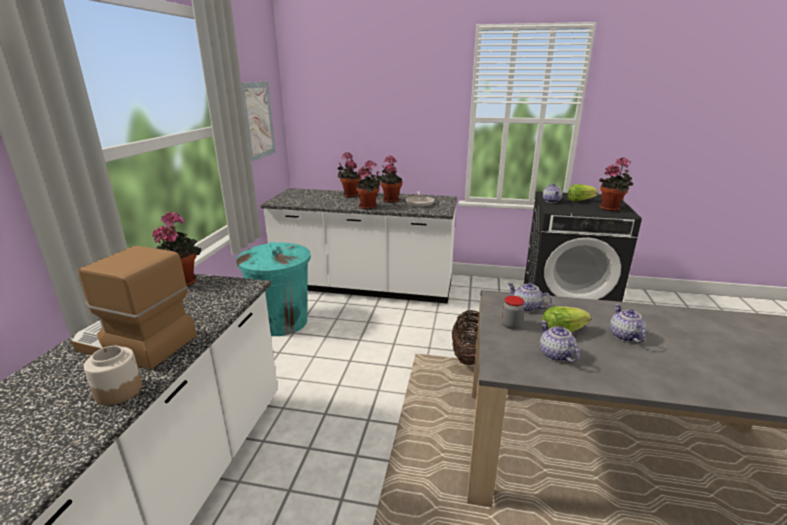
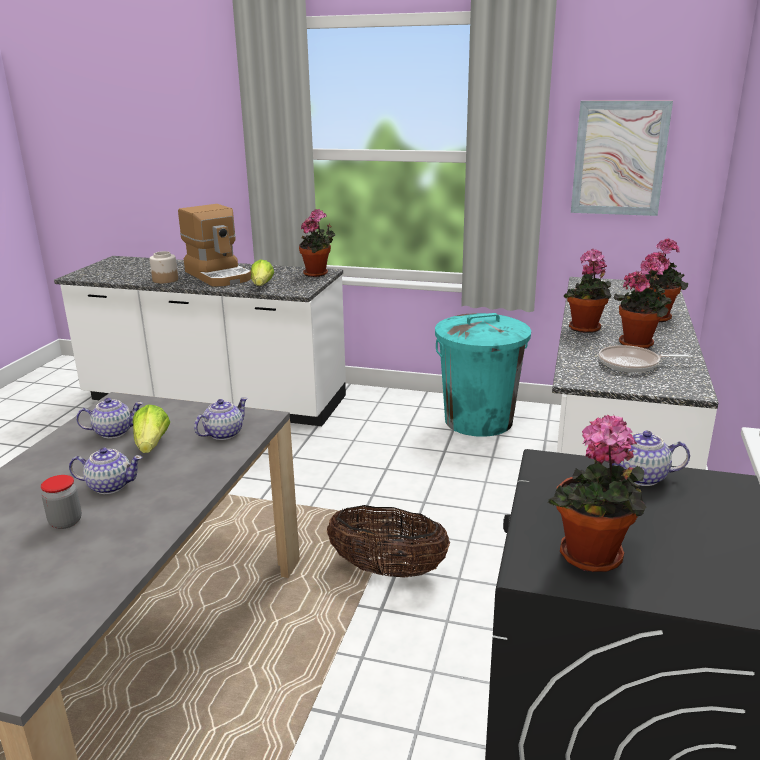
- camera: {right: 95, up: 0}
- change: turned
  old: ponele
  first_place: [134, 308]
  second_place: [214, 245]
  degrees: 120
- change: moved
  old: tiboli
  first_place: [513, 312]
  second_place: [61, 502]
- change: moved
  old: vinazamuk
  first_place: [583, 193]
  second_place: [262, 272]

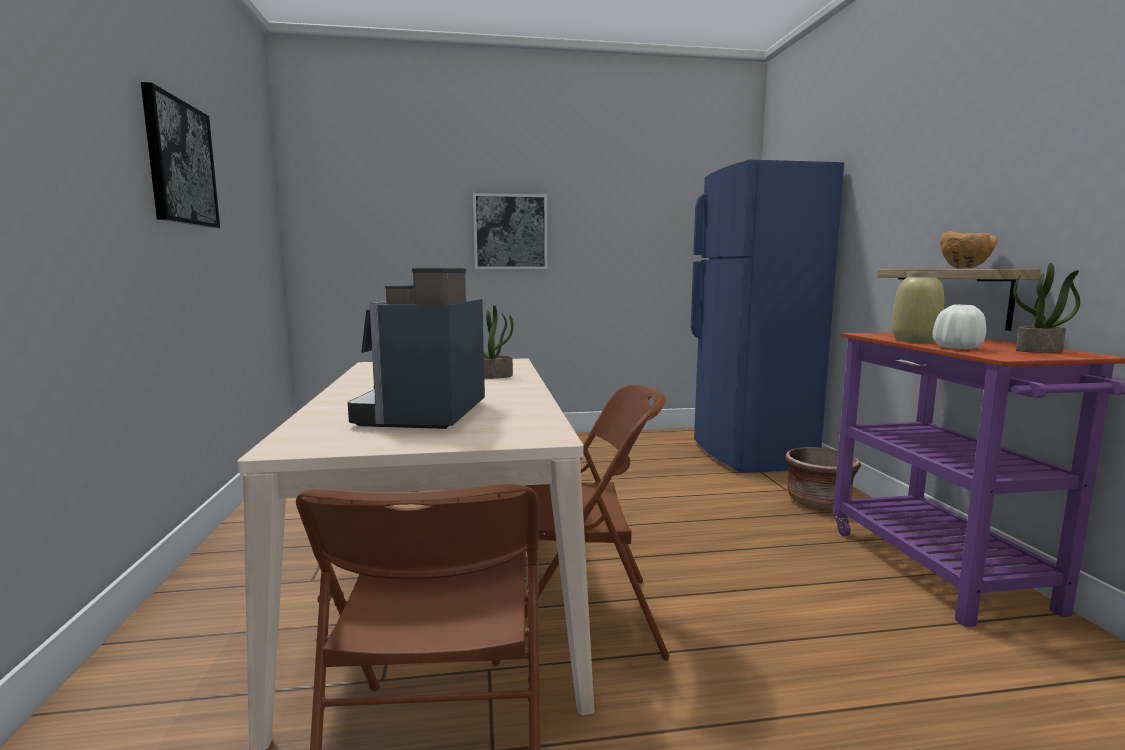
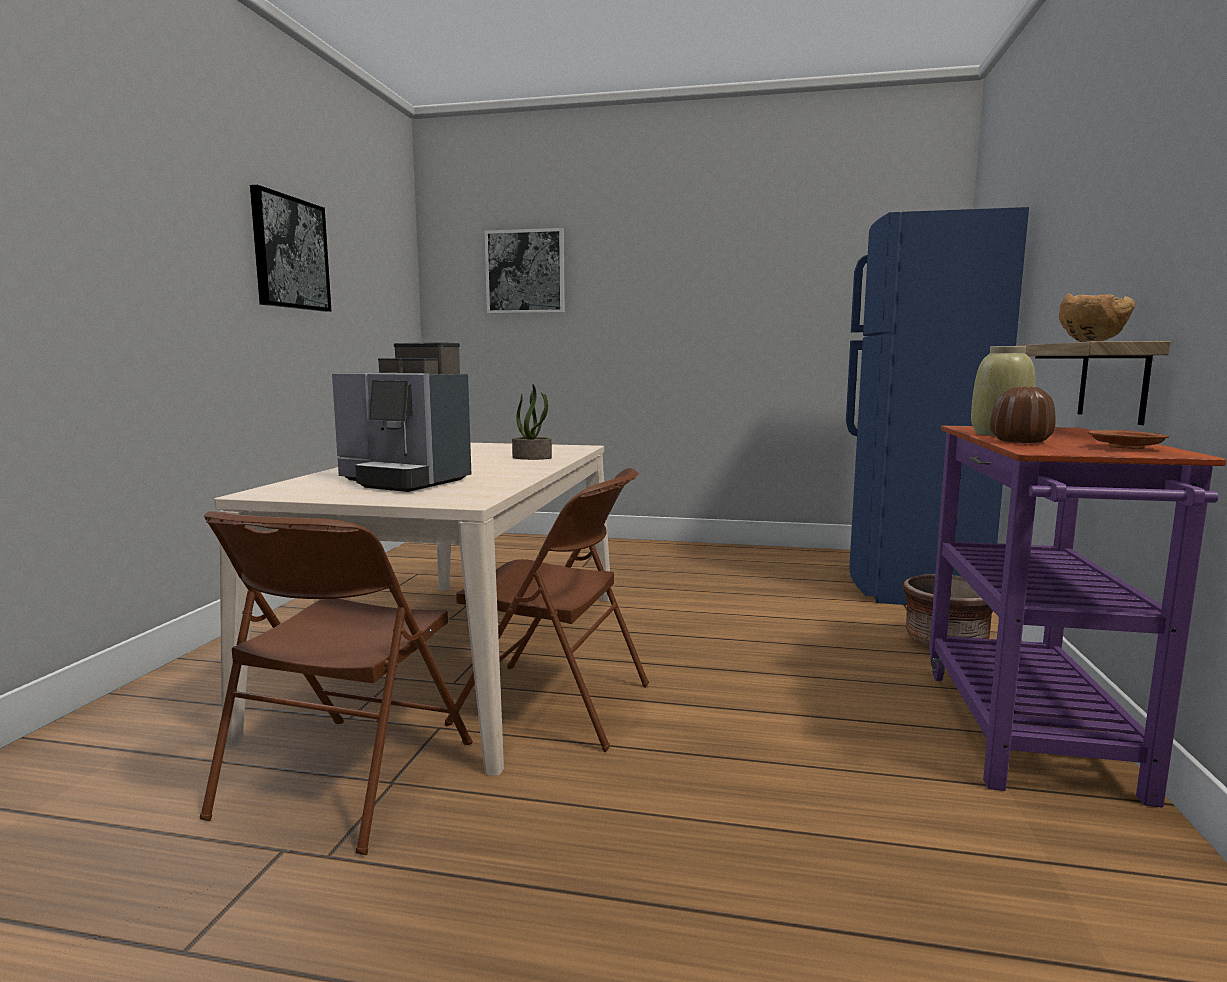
- camera: {right: 20, up: 0}
- change: turned
  old: ponele
  first_place: [416, 348]
  second_place: [401, 417]
  degrees: -90
- change: moved
  old: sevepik
  first_place: [510, 231]
  second_place: [525, 271]
- change: recoloured
  old: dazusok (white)
  new: dazusok (brown)
  first_place: [959, 327]
  second_place: [1023, 415]
- change: replaced
  old: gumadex
  new: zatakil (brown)
  first_place: [1046, 308]
  second_place: [1128, 439]

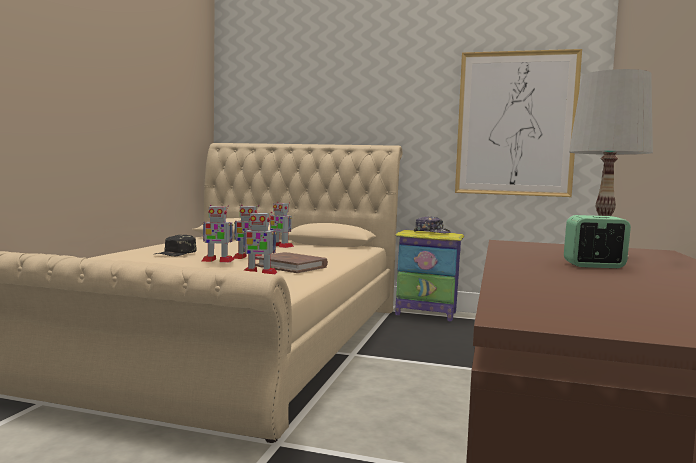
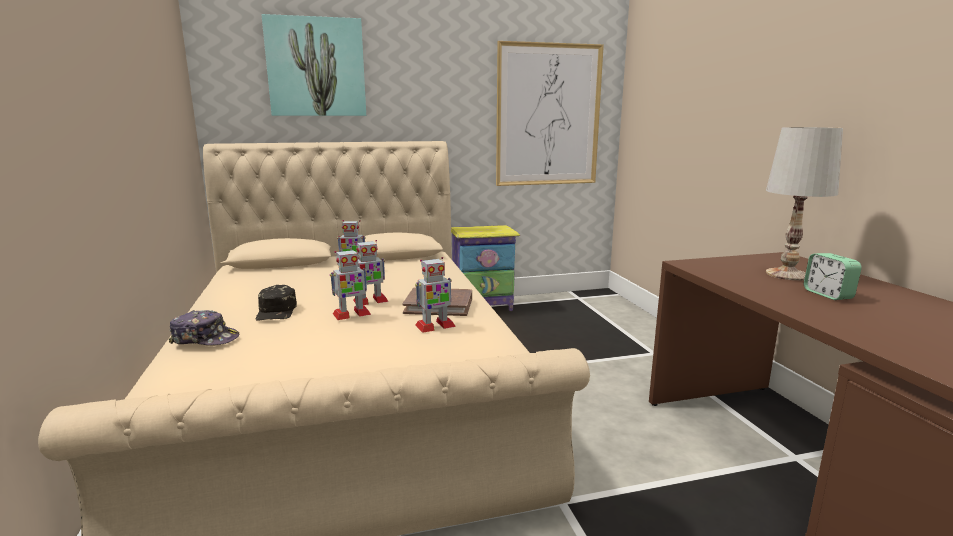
- camera: {right: -30, up: 10}
- change: moved
  old: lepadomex
  first_place: [432, 224]
  second_place: [203, 327]
- change: turned
  old: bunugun
  first_place: [597, 241]
  second_place: [833, 276]
  degrees: -75
- change: added
  new: sevepik
  second_place: [313, 65]

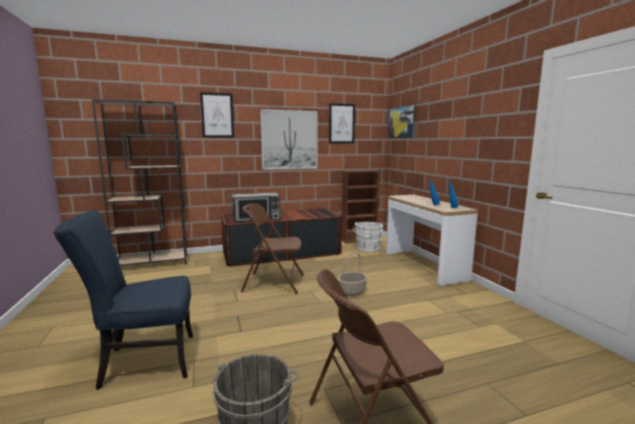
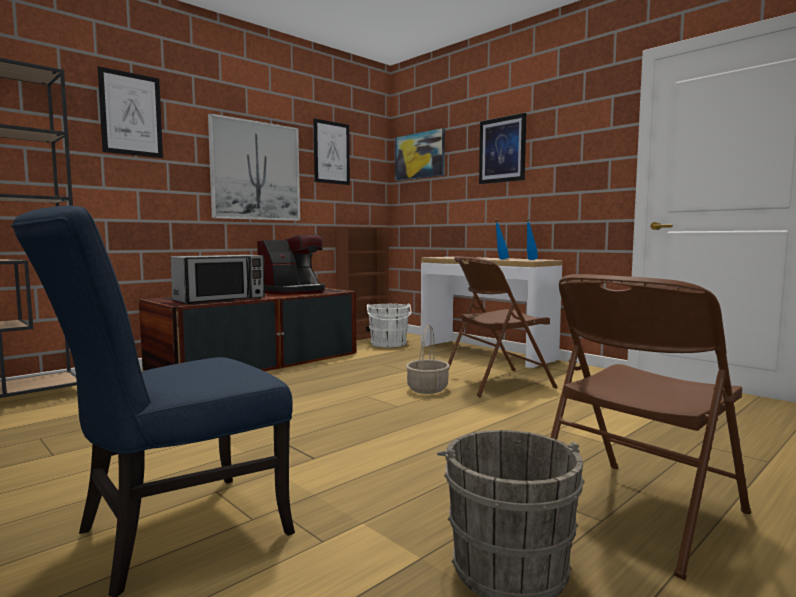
- camera: {right: -25, up: -5}
- change: moved
  old: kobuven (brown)
  first_place: [272, 249]
  second_place: [502, 326]
- change: added
  new: ponele
  second_place: [291, 265]
- change: added
  new: sevepik
  second_place: [502, 148]

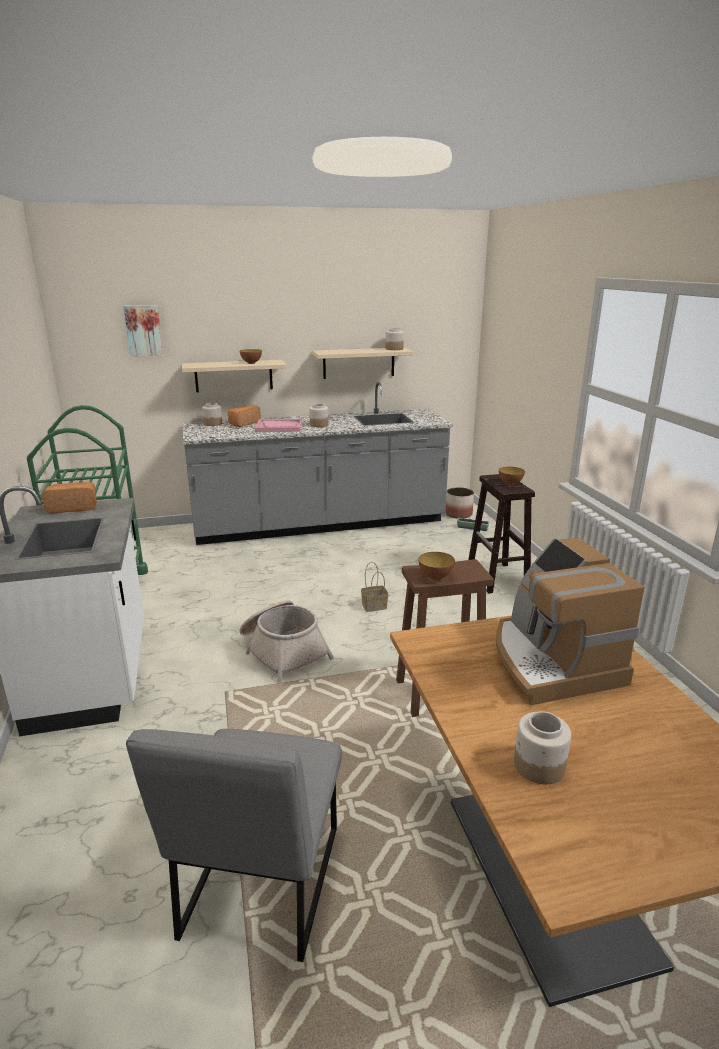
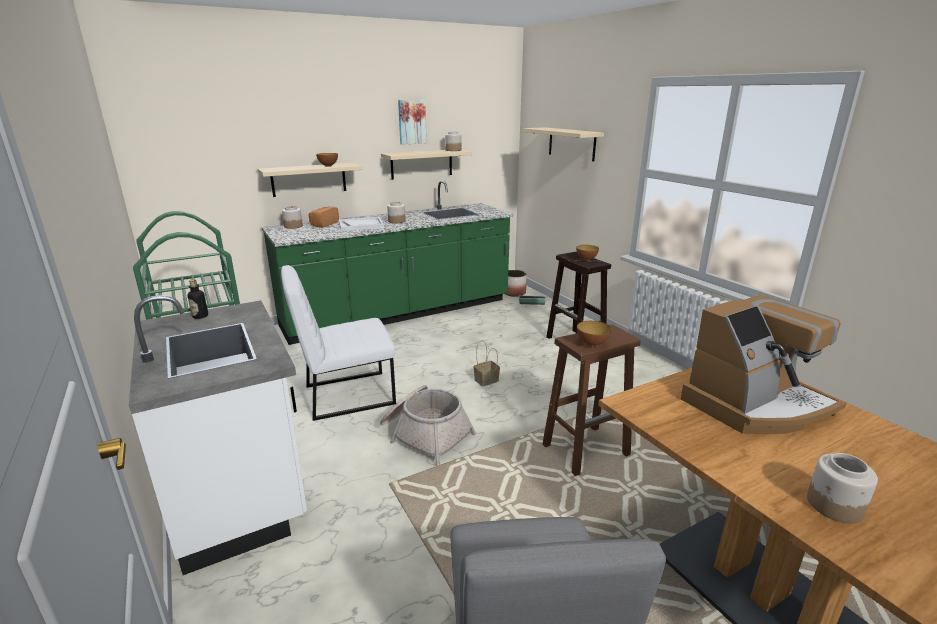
- camera: {right: -15, up: 0}
- change: replaced
  old: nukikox
  new: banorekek
  first_place: [69, 497]
  second_place: [197, 299]
- change: moved
  old: sevepik
  first_place: [143, 331]
  second_place: [412, 122]
- change: recoloured
  old: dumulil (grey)
  new: dumulil (green)
  first_place: [318, 463]
  second_place: [387, 263]
- change: recoloured
  old: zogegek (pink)
  new: zogegek (white)
  first_place: [278, 425]
  second_place: [361, 224]
- change: turned
  old: ponele
  first_place: [570, 621]
  second_place: [763, 364]
  degrees: -90
- change: added
  new: kobuven (white)
  second_place: [338, 343]
- change: added
  new: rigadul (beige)
  second_place: [563, 144]

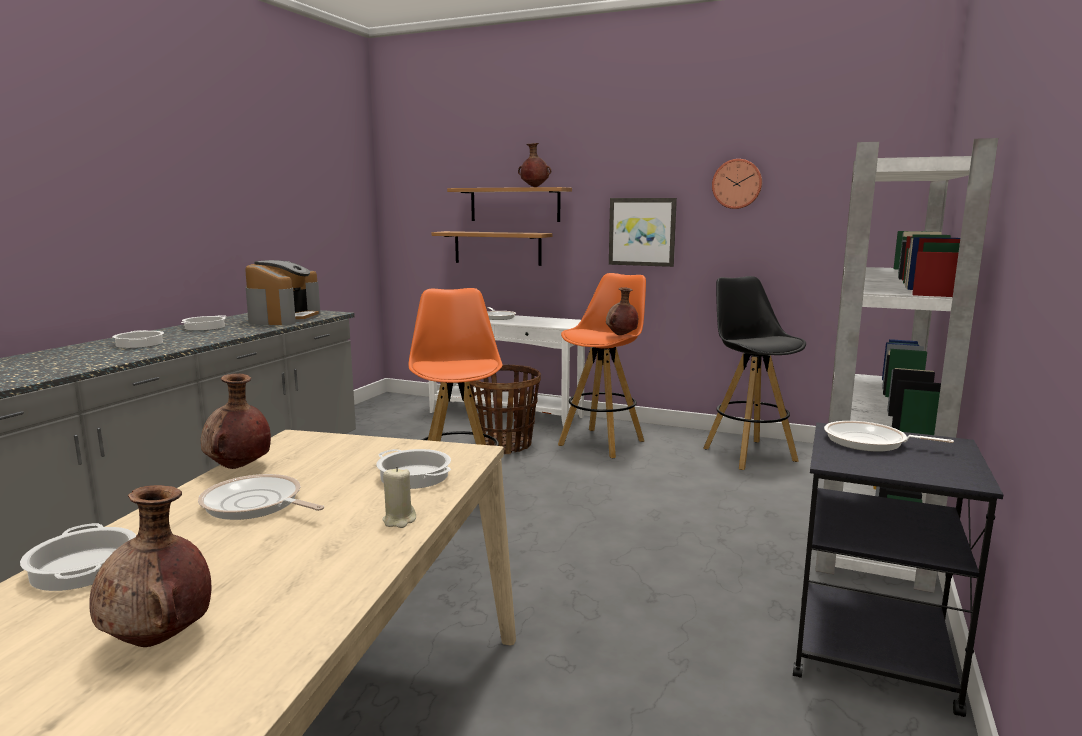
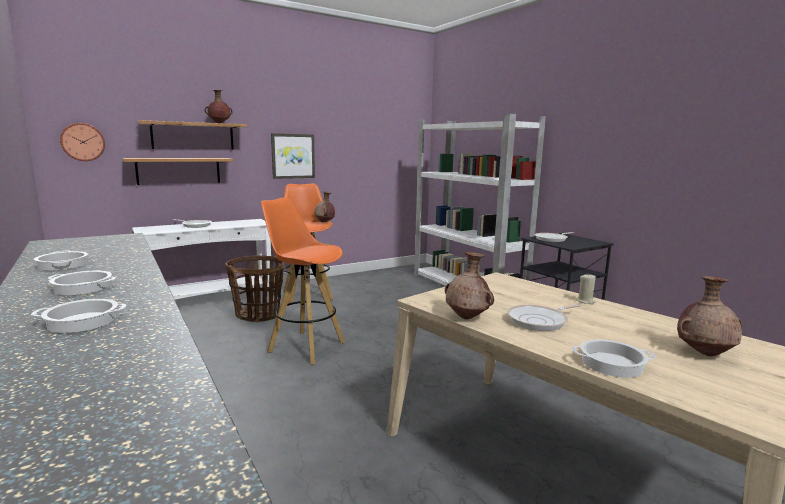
- camera: {right: -55, up: 0}
- change: removed
  old: ponele
  first_place: [283, 292]
- change: moved
  old: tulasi
  first_place: [413, 469]
  second_place: [78, 316]
- change: removed
  old: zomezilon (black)
  first_place: [754, 373]
- change: moved
  old: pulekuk
  first_place: [737, 184]
  second_place: [82, 142]

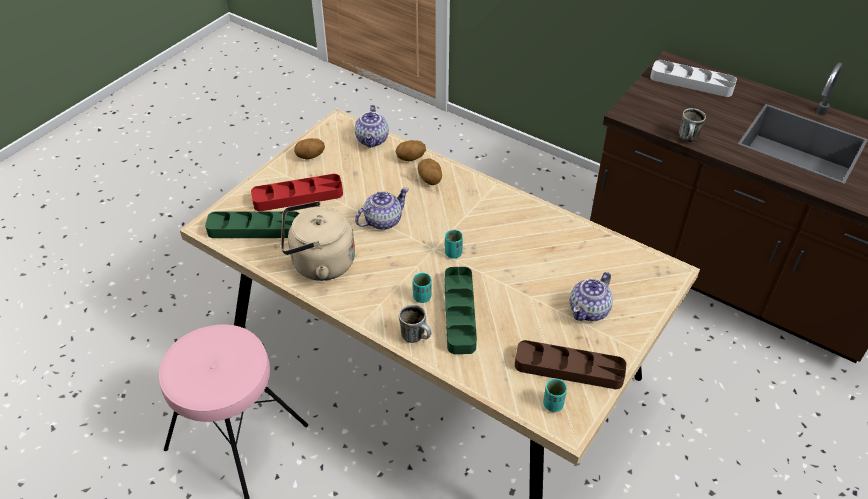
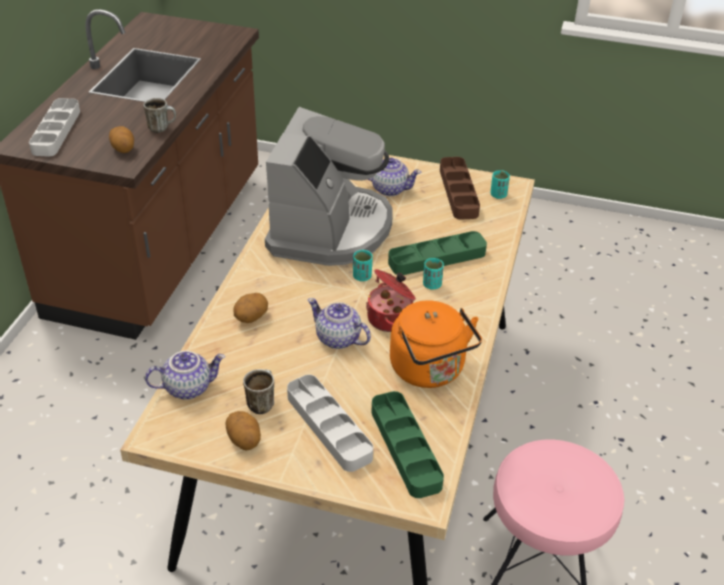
- camera: {right: -110, up: -5}
- change: recoloured
  old: zogegek (red)
  new: zogegek (grey)
  first_place: [297, 192]
  second_place: [330, 423]
- change: recoloured
  old: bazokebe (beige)
  new: bazokebe (orange)
  first_place: [318, 241]
  second_place: [436, 344]
- change: moved
  old: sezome
  first_place: [411, 150]
  second_place: [121, 139]
- change: moved
  old: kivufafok
  first_place: [415, 324]
  second_place: [258, 391]
- change: added
  new: ponele
  second_place: [328, 186]
- change: added
  new: tulasi
  second_place: [391, 300]

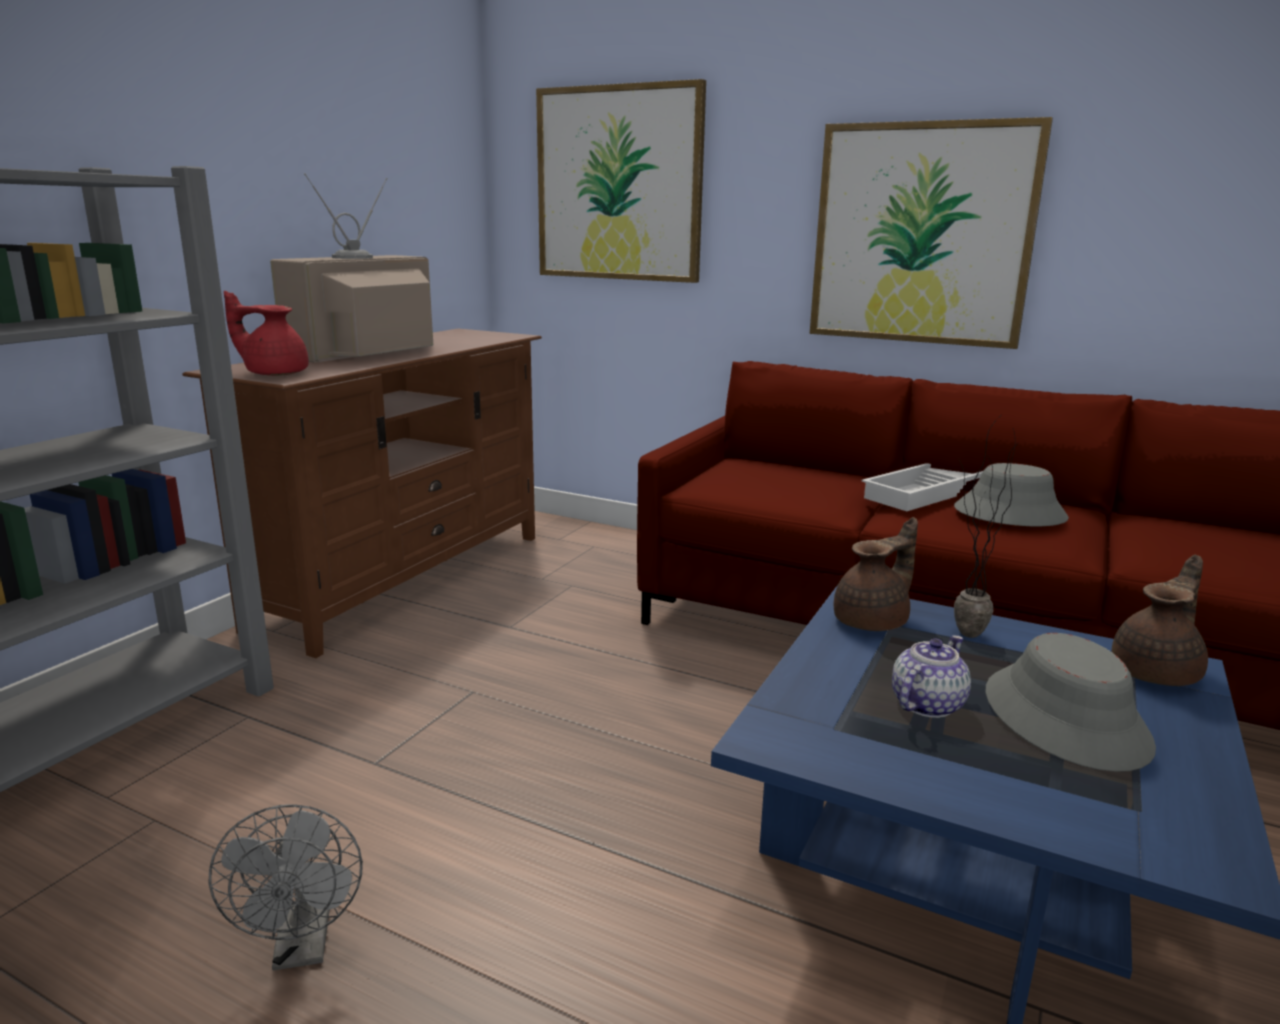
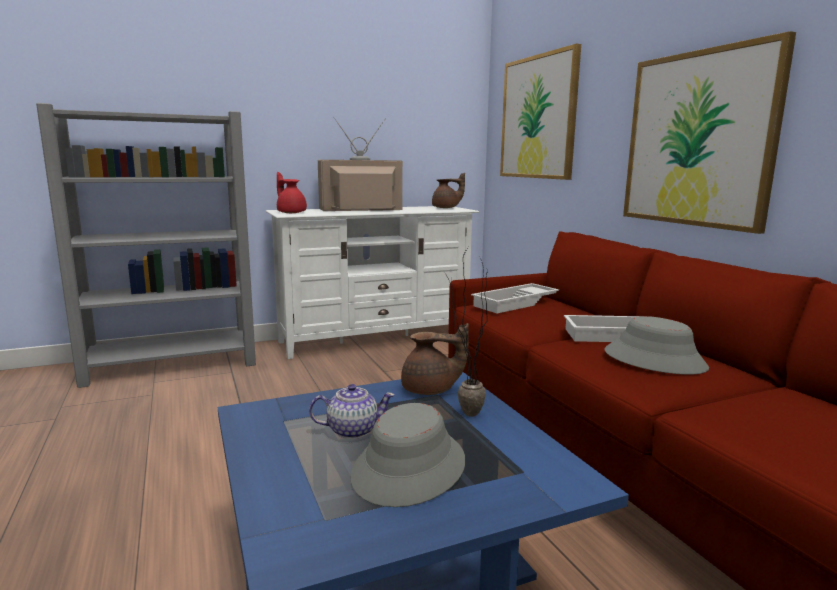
- camera: {right: 40, up: -5}
- change: recoloured
  old: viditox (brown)
  new: viditox (white)
  first_place: [362, 493]
  second_place: [372, 282]
- change: removed
  old: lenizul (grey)
  first_place: [285, 888]
- change: moved
  old: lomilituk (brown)
  first_place: [1159, 620]
  second_place: [448, 190]
- change: added
  new: zogegek (white)
  second_place: [515, 298]

